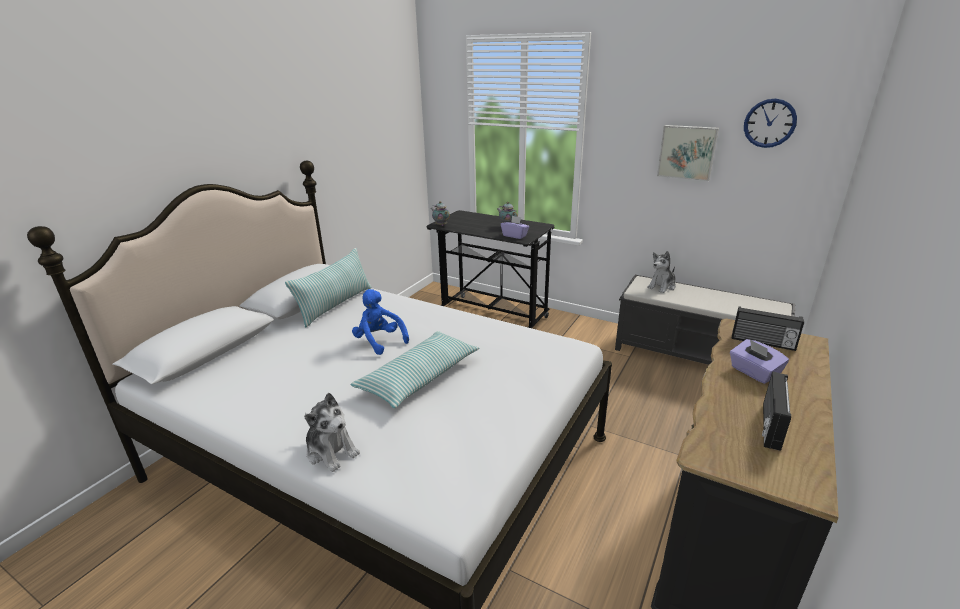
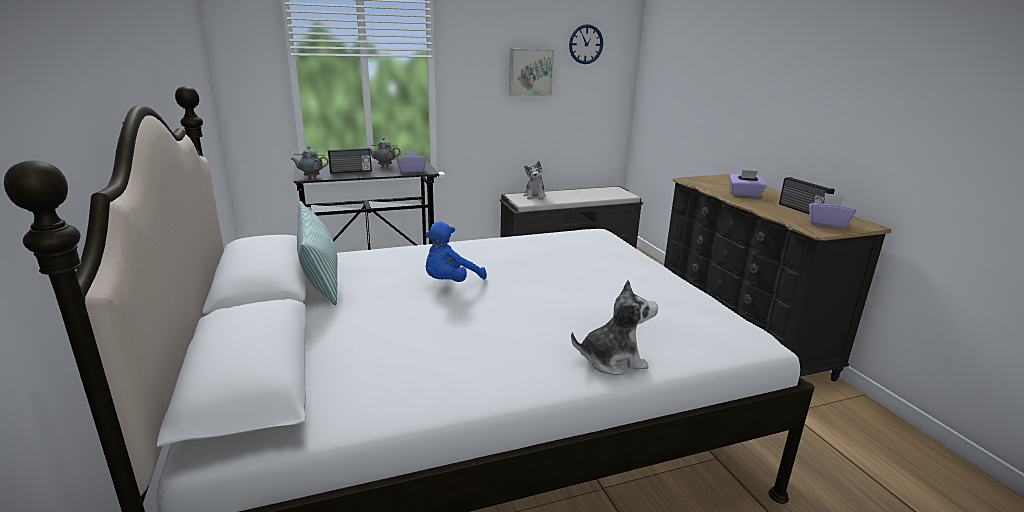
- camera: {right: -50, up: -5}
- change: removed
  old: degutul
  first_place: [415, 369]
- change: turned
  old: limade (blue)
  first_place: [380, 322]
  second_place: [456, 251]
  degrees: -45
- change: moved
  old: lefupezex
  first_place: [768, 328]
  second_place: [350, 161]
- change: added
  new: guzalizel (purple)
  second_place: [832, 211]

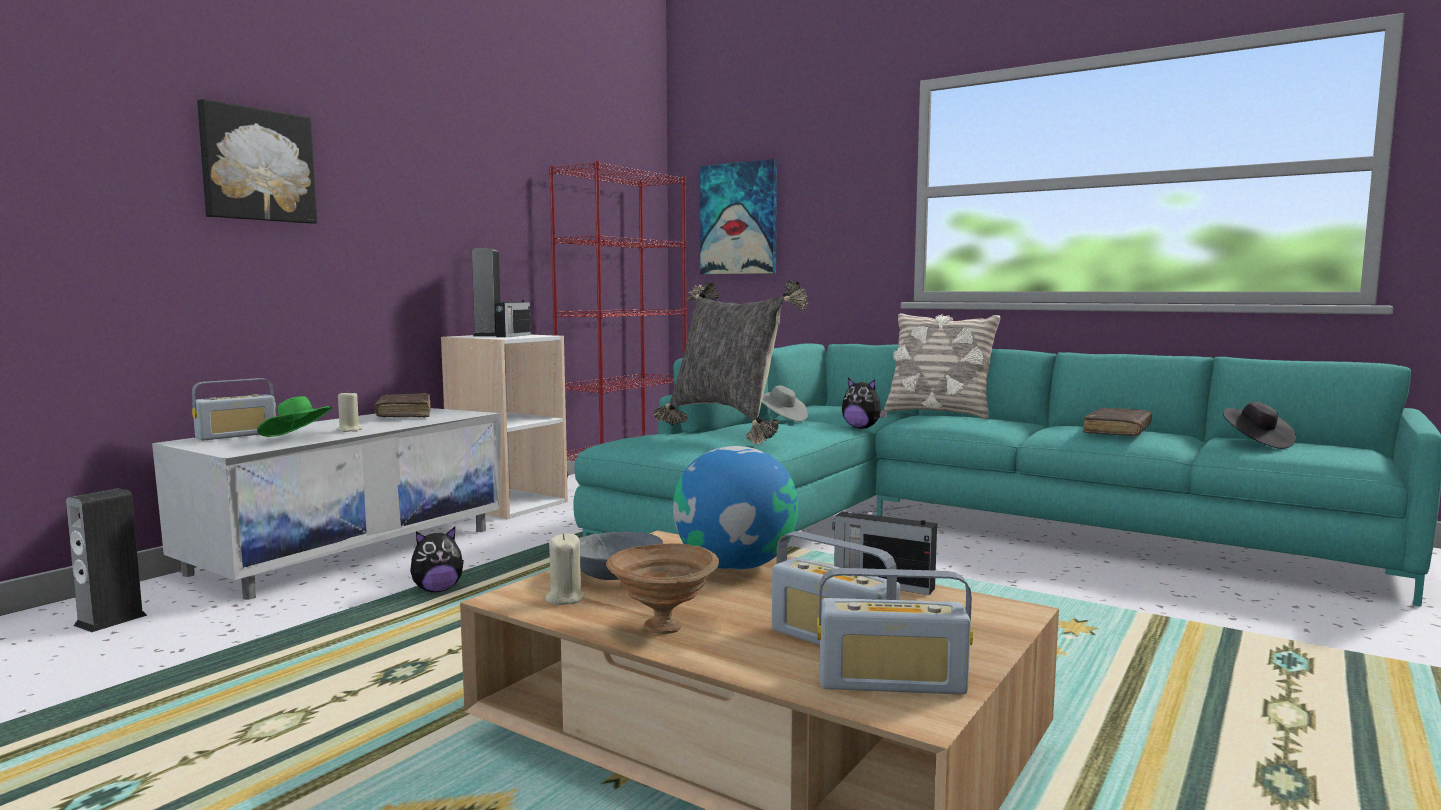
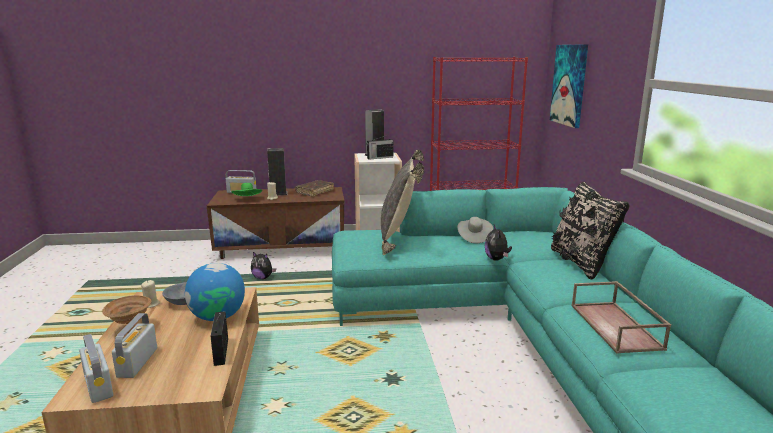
- camera: {right: 50, up: 10}
- change: moved
  old: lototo
  first_place: [106, 560]
  second_place: [277, 172]
- change: recoloured
  old: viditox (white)
  new: viditox (brown)
  first_place: [326, 504]
  second_place: [275, 223]
- change: removed
  old: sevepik
  first_place: [257, 161]
- change: recoloured
  old: degutul (beige)
  new: degutul (black)
  first_place: [942, 366]
  second_place: [590, 231]
- change: replaced
  old: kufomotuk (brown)
  new: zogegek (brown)
  first_place: [1117, 421]
  second_place: [621, 317]
- change: removed
  old: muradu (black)
  first_place: [1259, 425]

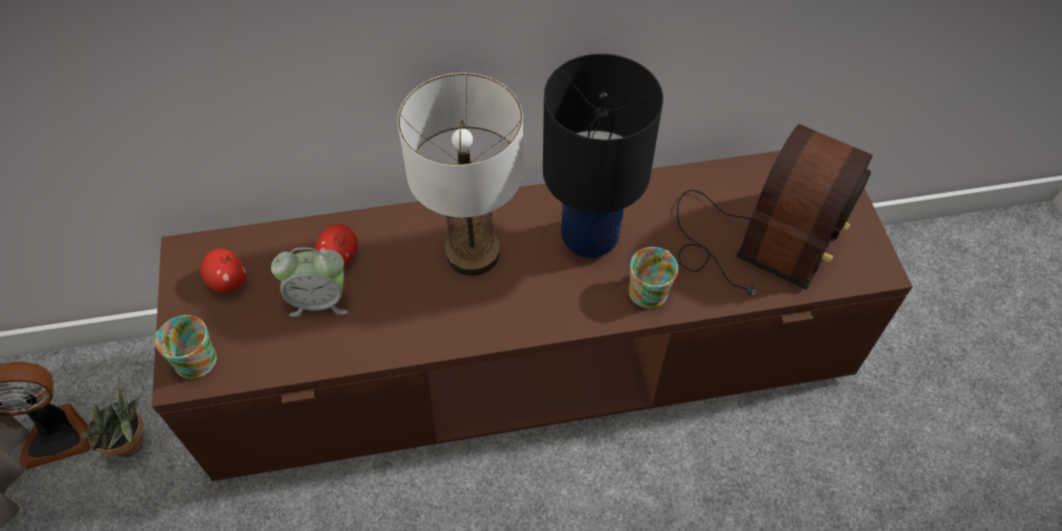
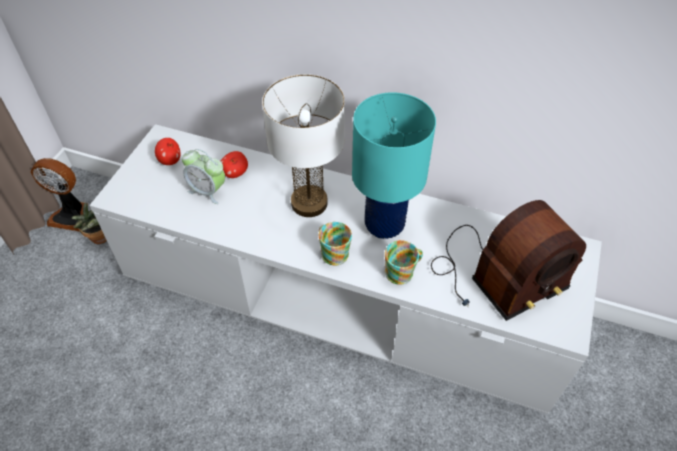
- camera: {right: 30, up: -5}
- change: recoloured
  old: viditox (brown)
  new: viditox (white)
  first_place: [532, 316]
  second_place: [345, 269]
- change: moved
  old: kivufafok
  first_place: [185, 347]
  second_place: [335, 243]
- change: recoloured
  old: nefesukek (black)
  new: nefesukek (turquoise)
  first_place: [603, 156]
  second_place: [394, 165]

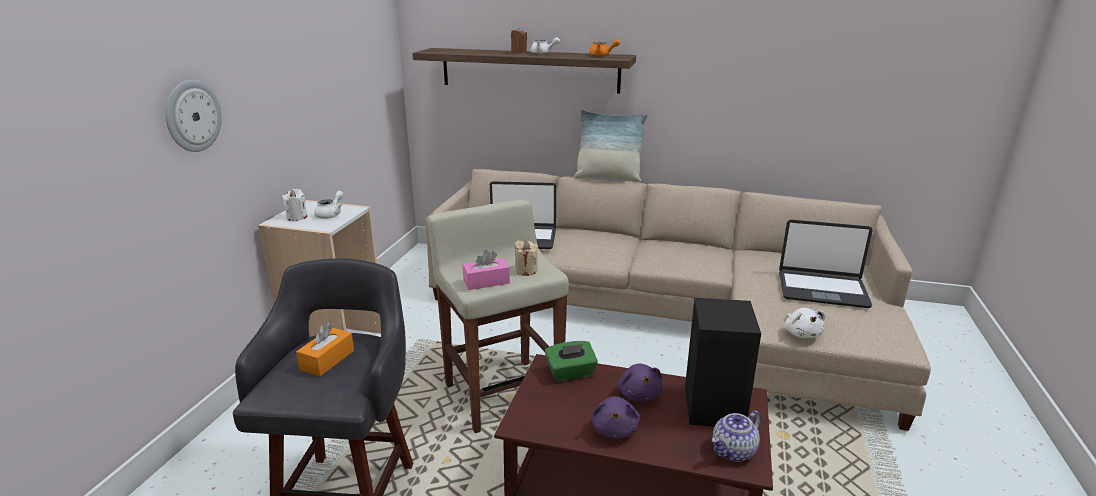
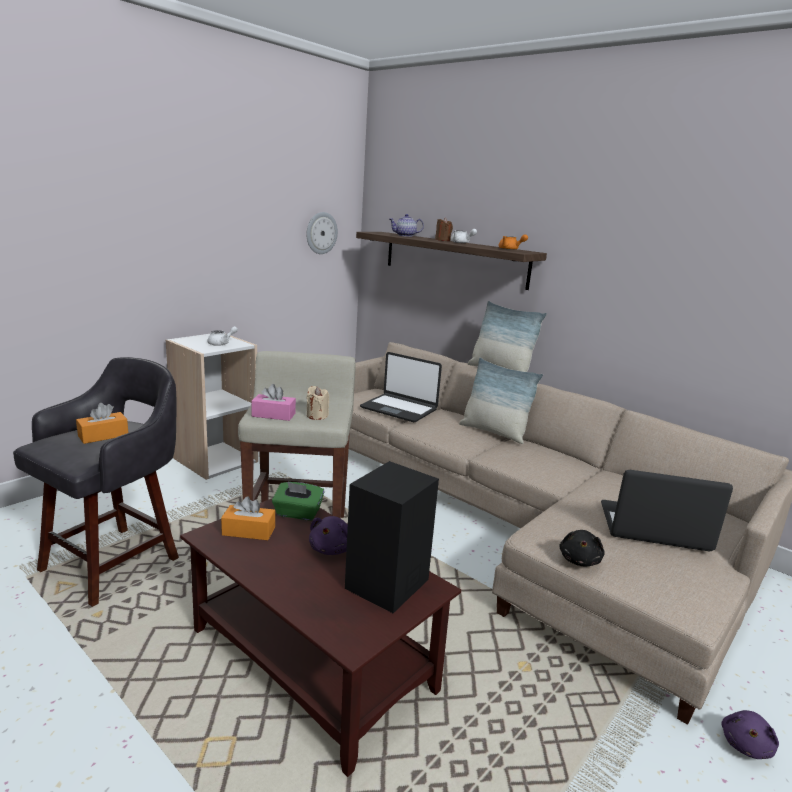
- camera: {right: 25, up: -5}
- change: moved
  old: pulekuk
  first_place: [194, 116]
  second_place: [322, 233]
- change: removed
  old: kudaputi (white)
  first_place: [295, 205]
- change: moved
  old: limade (purple)
  first_place: [615, 417]
  second_place: [750, 734]
- change: moved
  old: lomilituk
  first_place: [736, 436]
  second_place: [407, 225]
- change: turned
  old: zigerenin
  first_place: [826, 264]
  second_place: [667, 510]
  degrees: 150
- change: recoloured
  old: limade (white)
  new: limade (black)
  first_place: [804, 323]
  second_place: [582, 548]
- change: added
  new: guzalizel (orange)
  second_place: [248, 518]
- change: added
  new: degutul
  second_place: [501, 400]

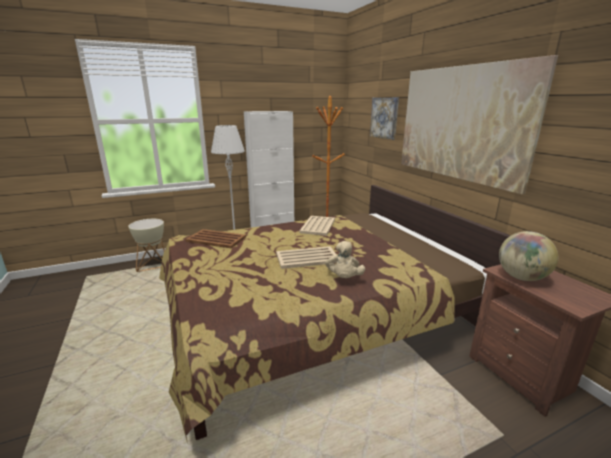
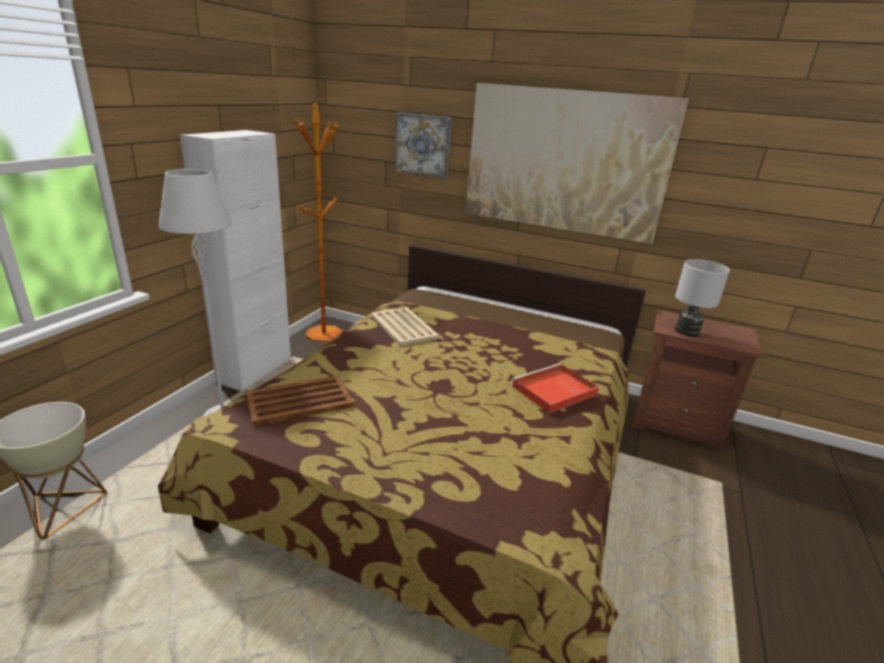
- camera: {right: -45, up: 5}
- change: removed
  old: zogegek (beige)
  first_place: [307, 257]
- change: replaced
  old: limade (beige)
  new: zogegek (red)
  first_place: [345, 259]
  second_place: [555, 388]
- change: replaced
  old: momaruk
  new: nefesukek (grey)
  first_place: [528, 256]
  second_place: [702, 297]

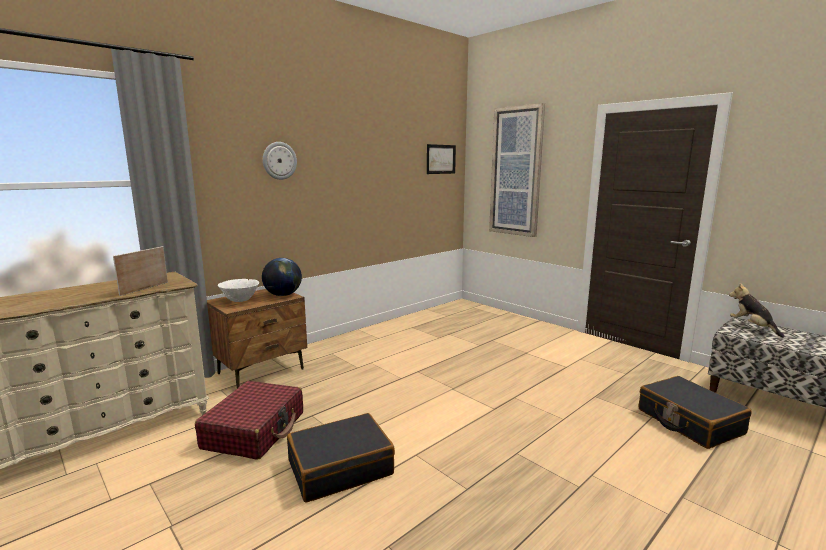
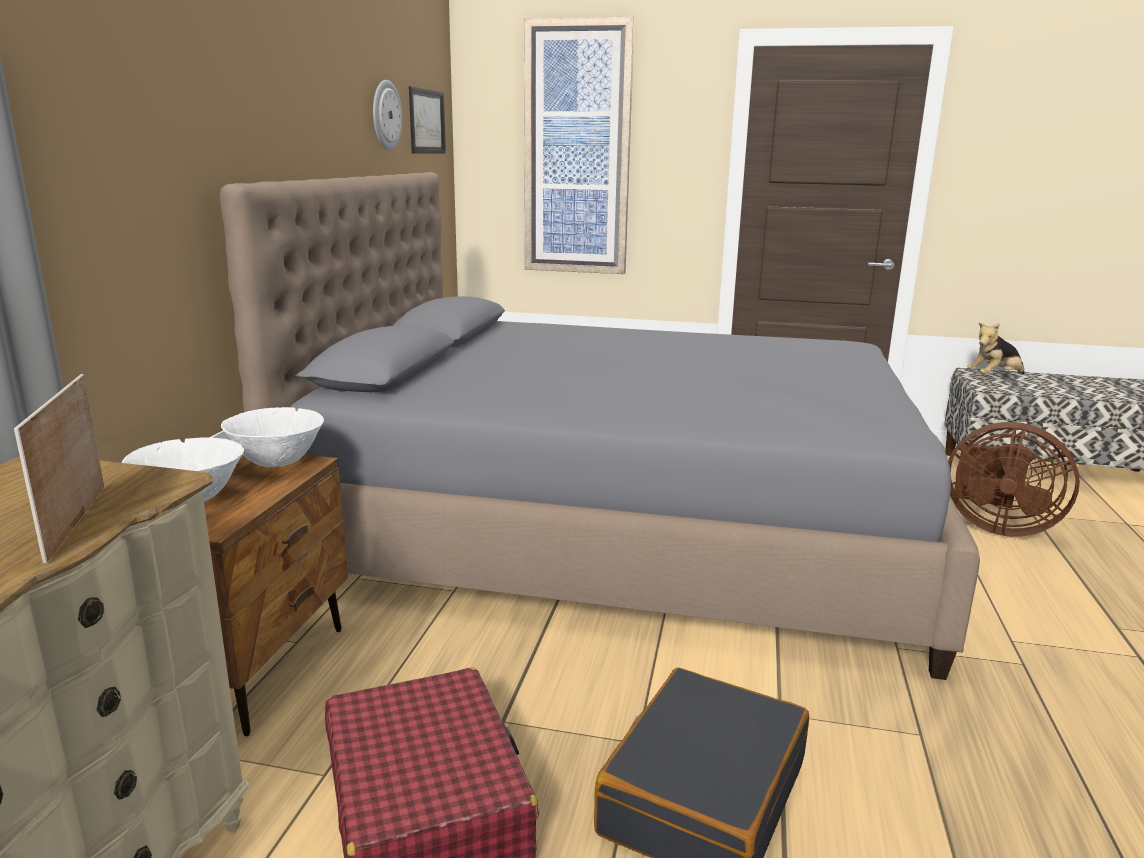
- camera: {right: -35, up: 5}
- change: replaced
  old: momaruk
  new: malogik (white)
  first_place: [282, 277]
  second_place: [272, 437]
- change: moved
  old: pulekuk
  first_place: [280, 161]
  second_place: [387, 115]
- change: replaced
  old: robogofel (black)
  new: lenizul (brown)
  first_place: [695, 412]
  second_place: [1014, 479]
- change: turned
  old: limade
  first_place: [757, 310]
  second_place: [996, 348]
  degrees: -60
- change: added
  new: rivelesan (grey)
  second_place: [600, 426]

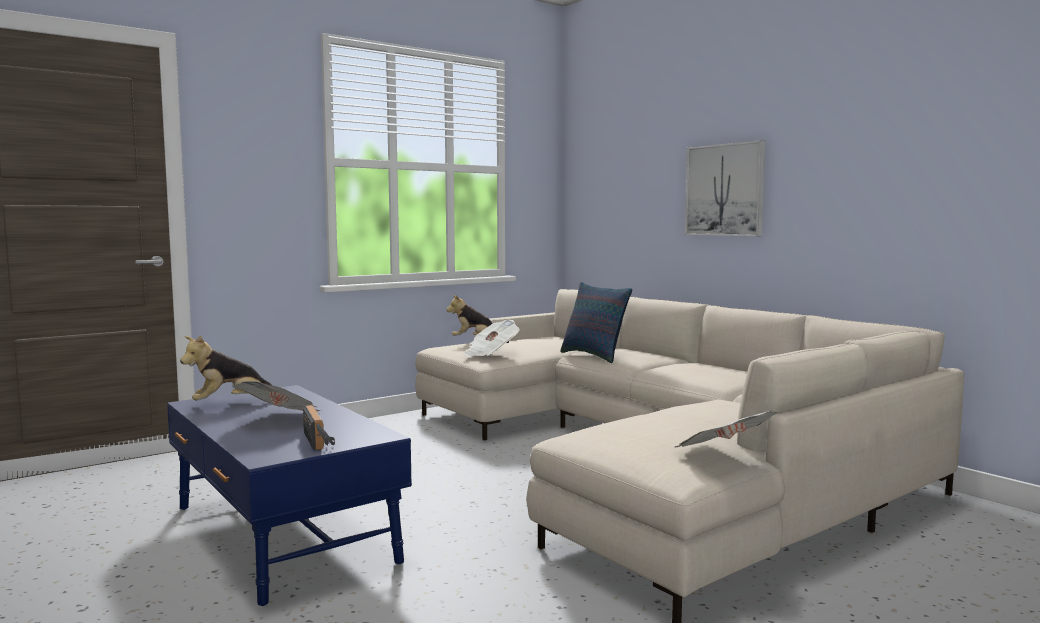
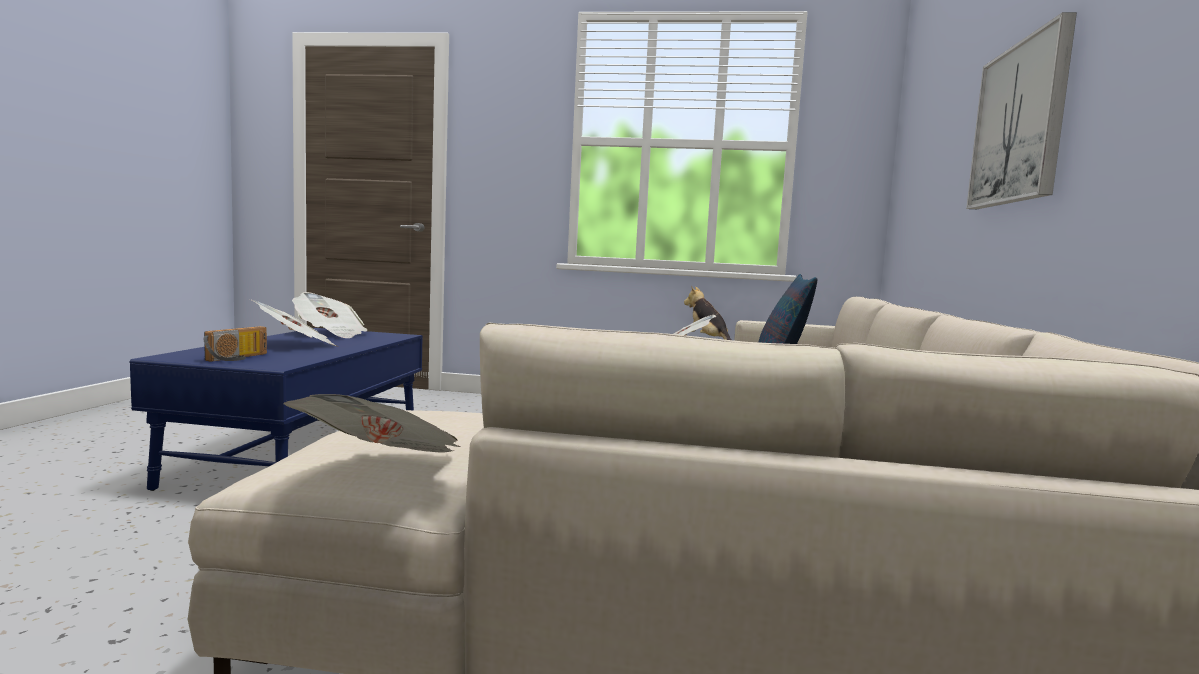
- camera: {right: 45, up: 0}
- change: replaced
  old: limade
  new: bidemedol
  first_place: [225, 367]
  second_place: [329, 315]

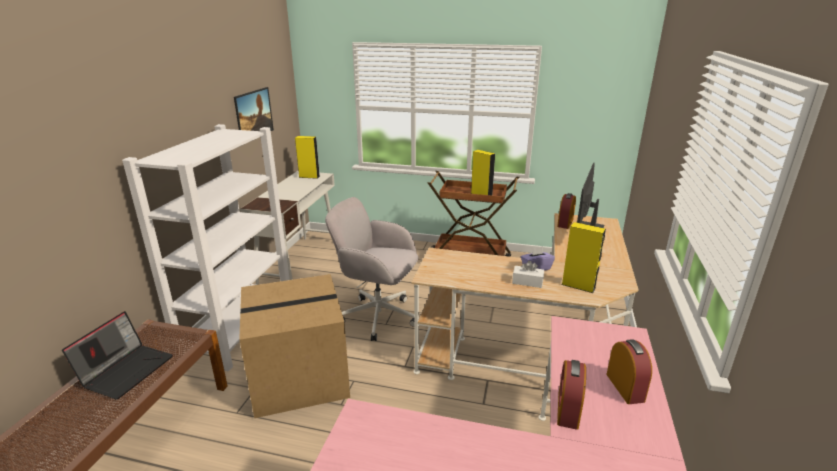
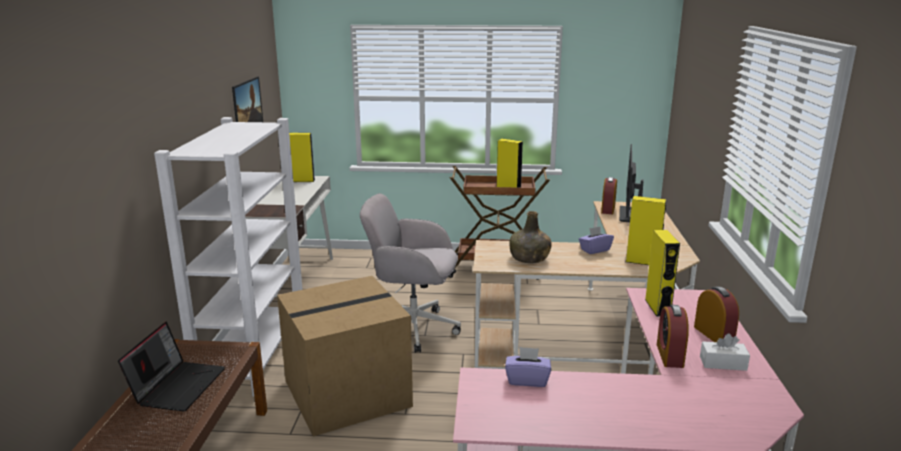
- camera: {right: -10, up: -5}
- change: moved
  old: guzalizel (white)
  first_place: [528, 274]
  second_place: [725, 352]
- change: added
  new: guzalizel (purple)
  second_place: [528, 367]
- change: added
  new: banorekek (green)
  second_place: [530, 237]
- change: added
  new: lototo (yellow)
  second_place: [662, 273]

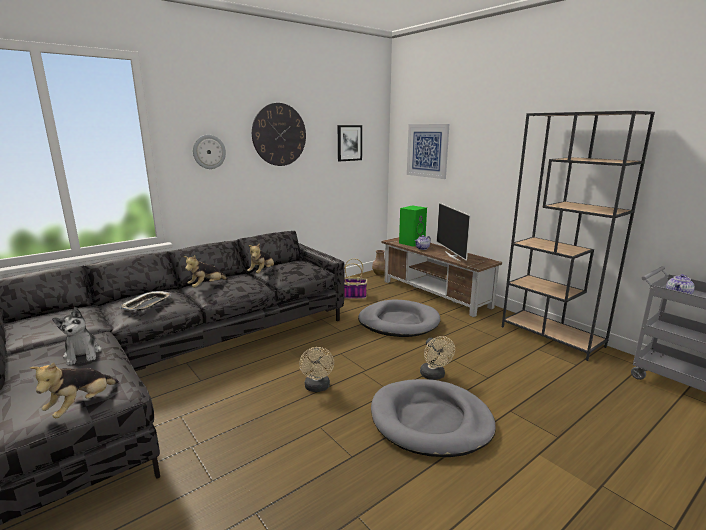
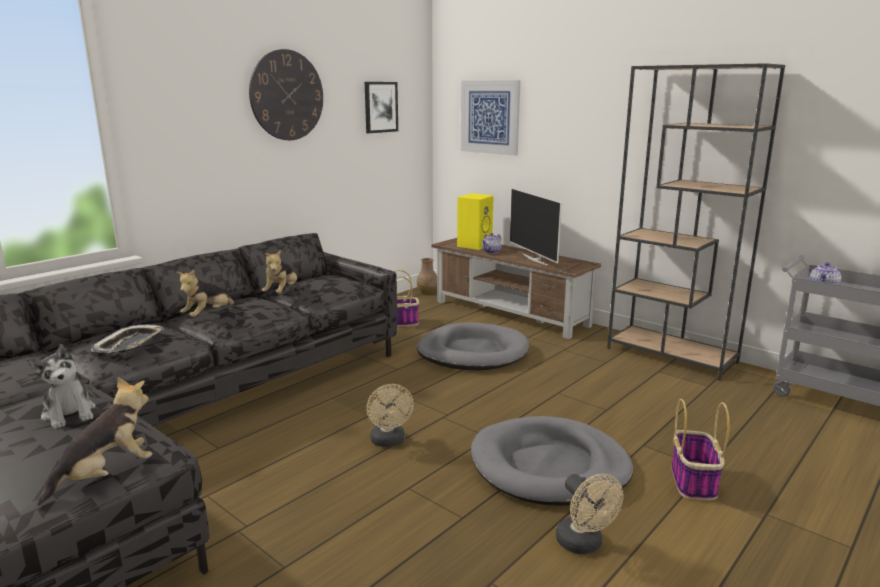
- camera: {right: -10, up: 0}
- change: turned
  old: limade
  first_place: [74, 390]
  second_place: [94, 441]
  degrees: -150
- change: removed
  old: pulekuk
  first_place: [209, 152]
- change: recoloured
  old: lototo (green)
  new: lototo (yellow)
  first_place: [413, 226]
  second_place: [475, 221]
- change: moved
  old: lenizul (beige)
  first_place: [437, 358]
  second_place: [589, 514]
- change: added
  new: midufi
  second_place: [700, 449]

